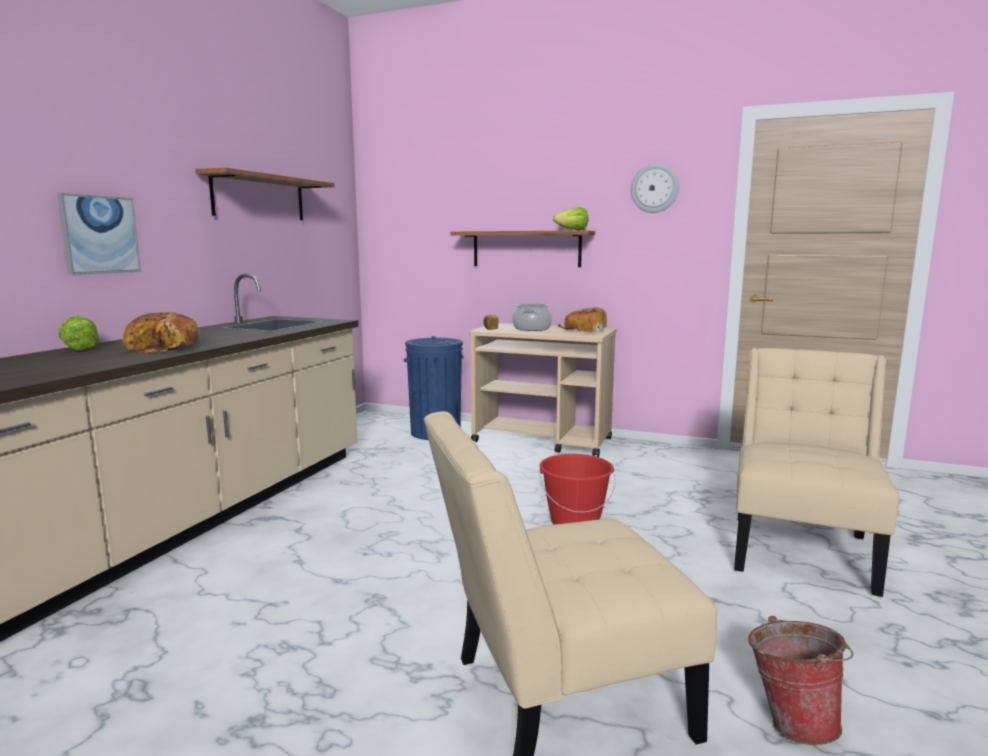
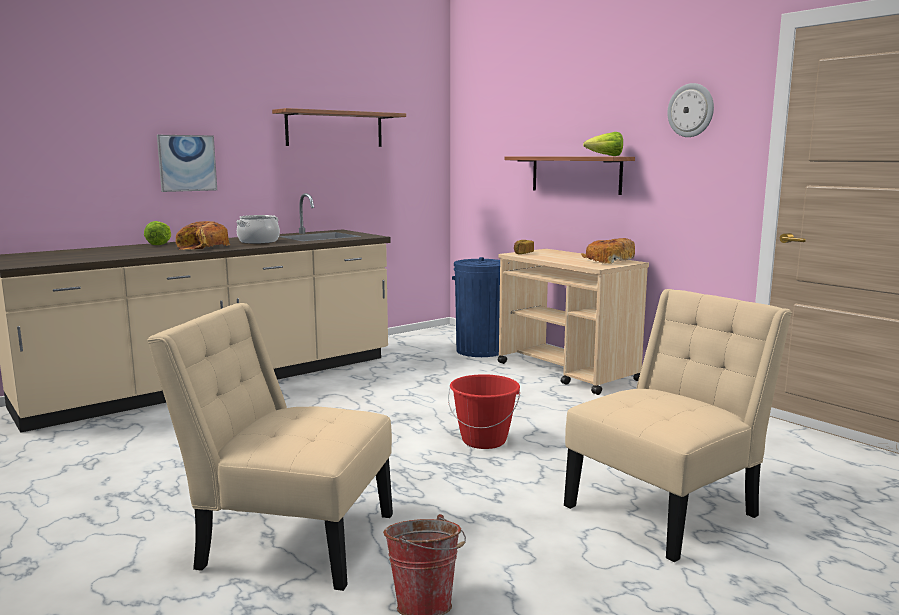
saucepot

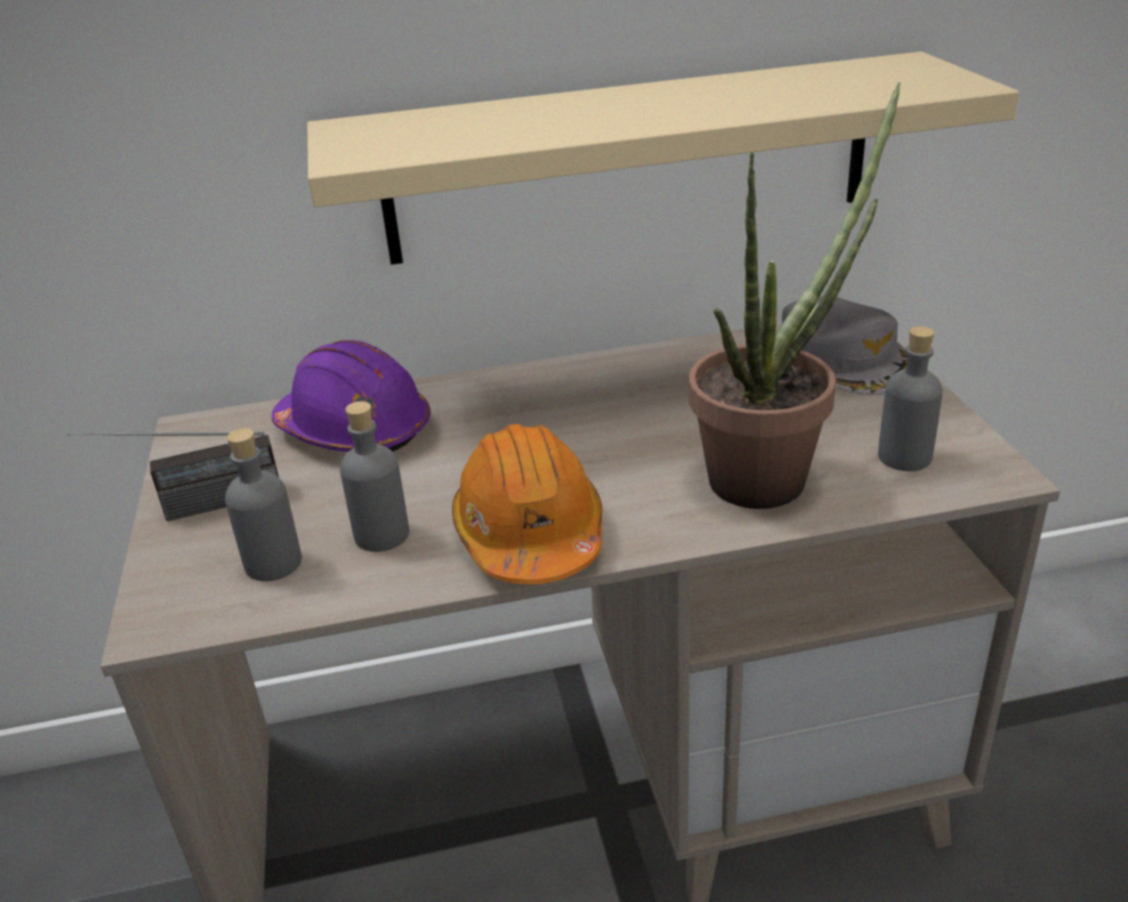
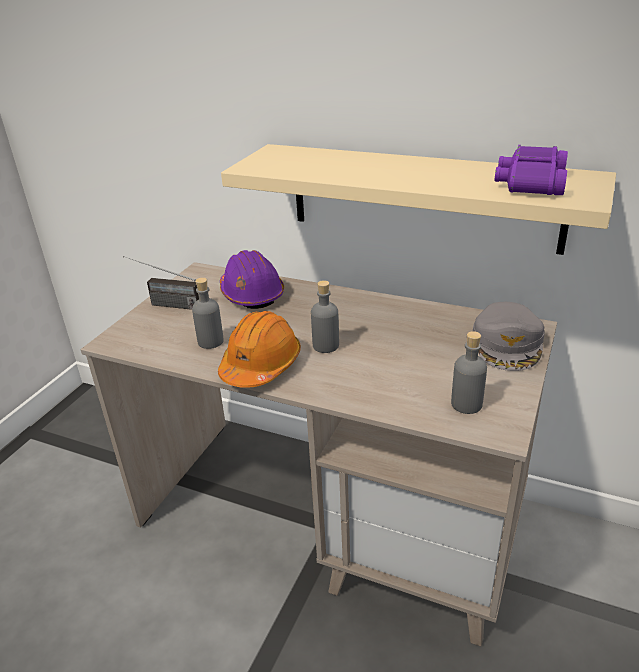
potted plant
greyish drink bottle (no. 2 from left)
purplish pair of binoculars

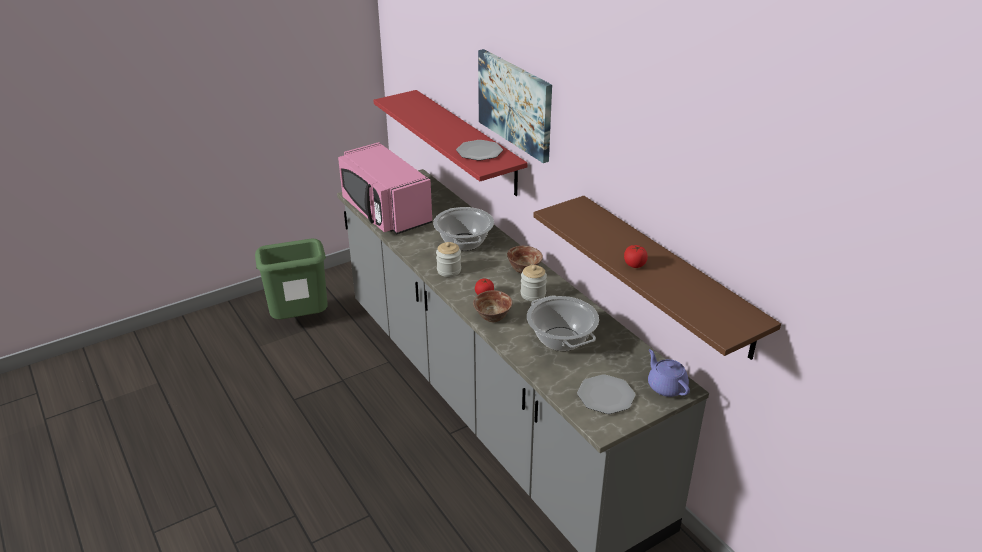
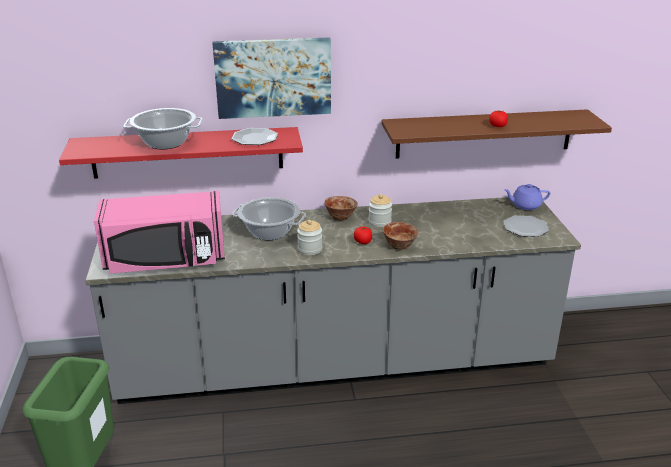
saucepot (no. 1 from left)

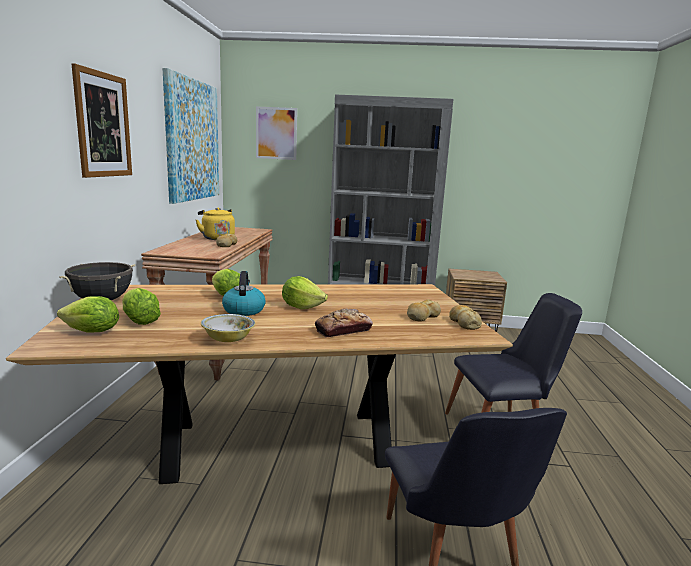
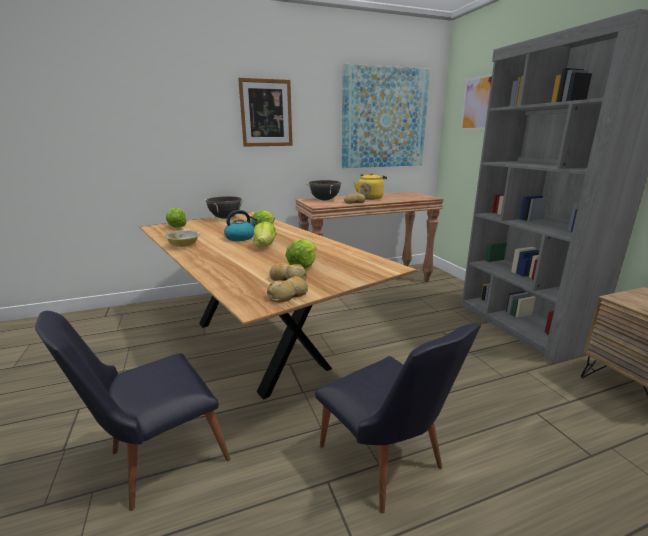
head of lettuce (no. 4 from left)
baked bread (no. 2 from left in the first image)
black-coloured saucepot (no. 2 from left)

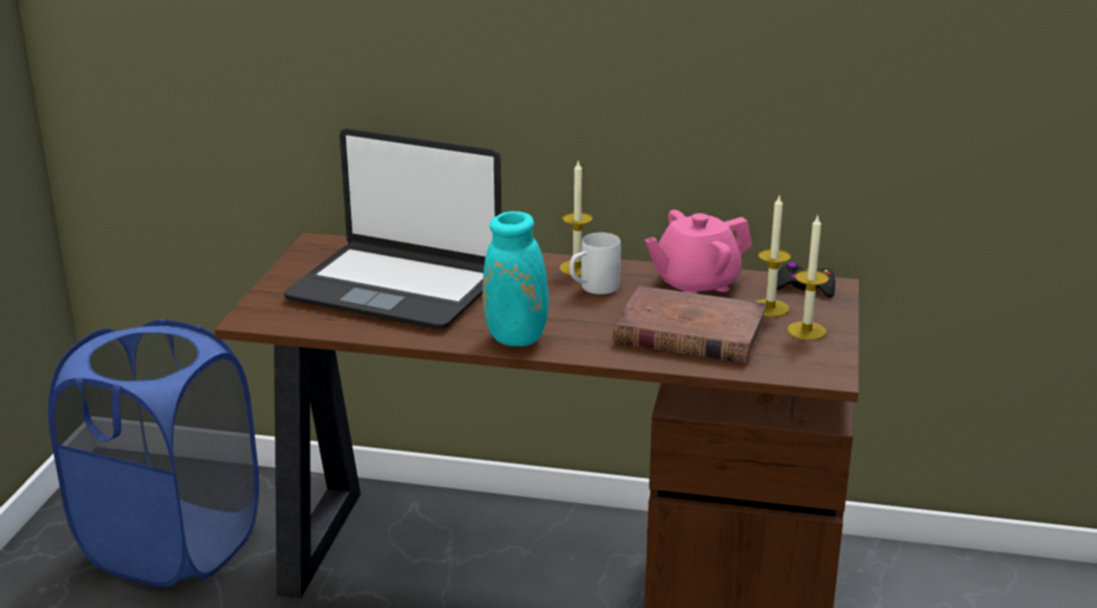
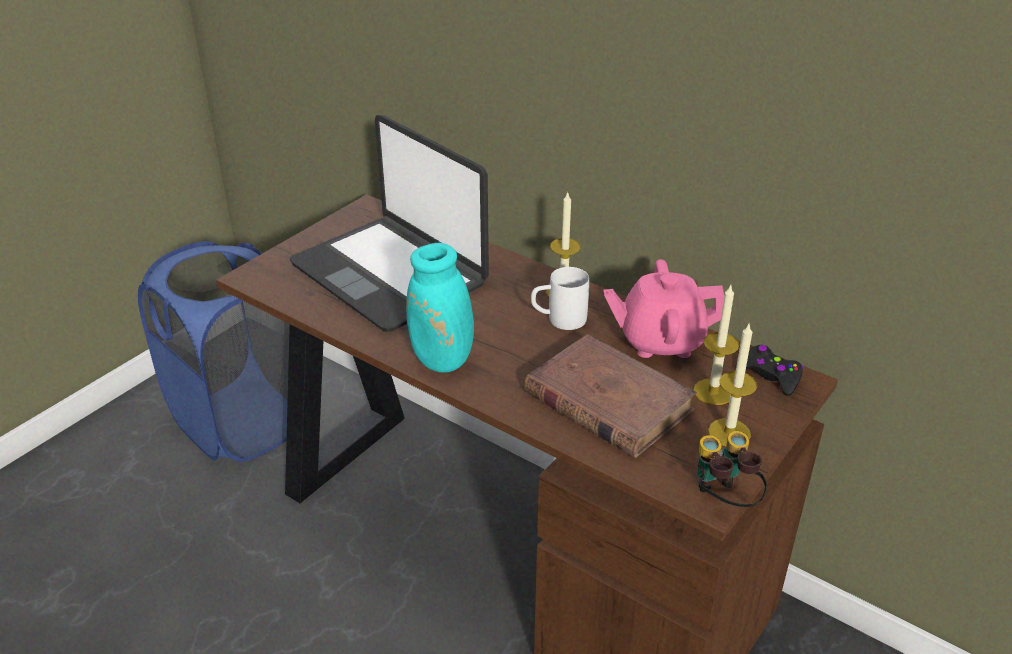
pair of binoculars

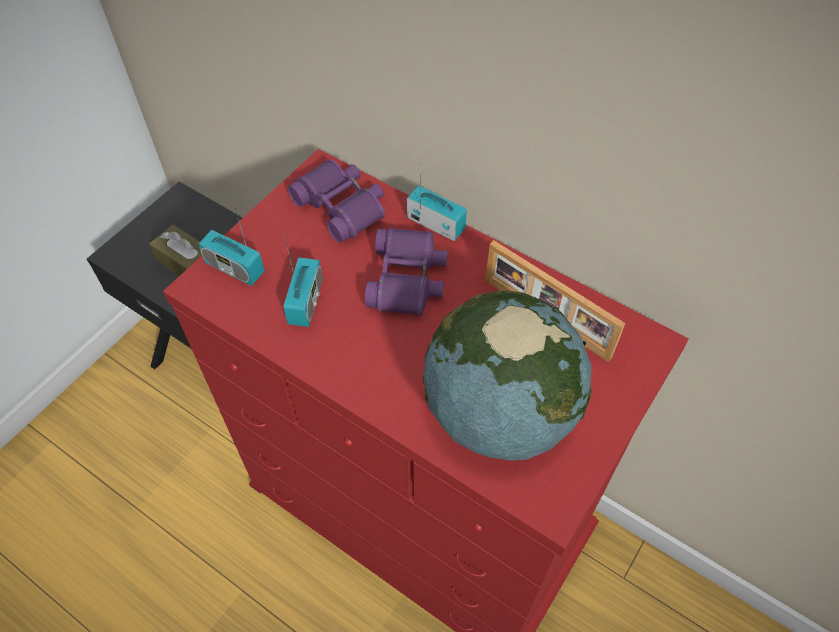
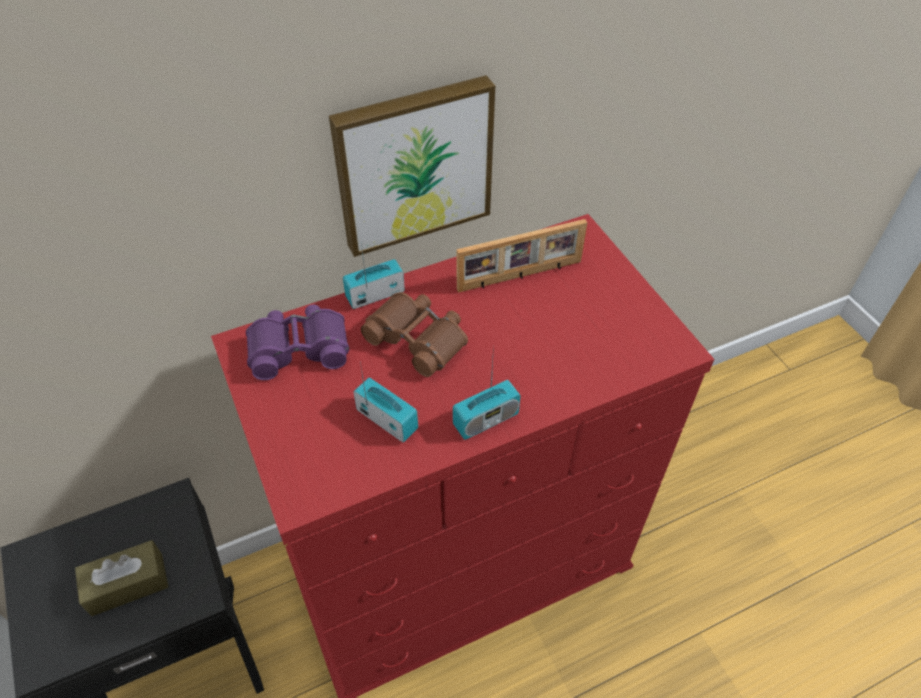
radio receiver (no. 3 from left)
brownish pair of binoculars
globe
wall picture

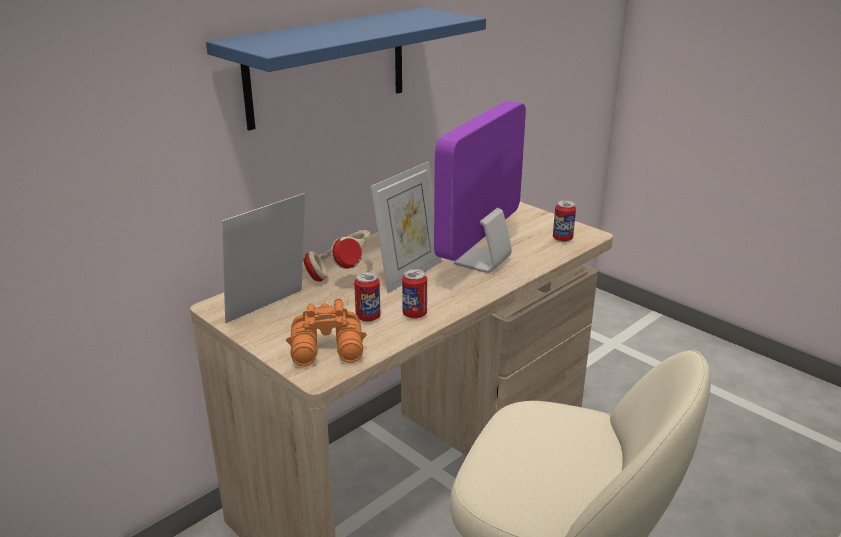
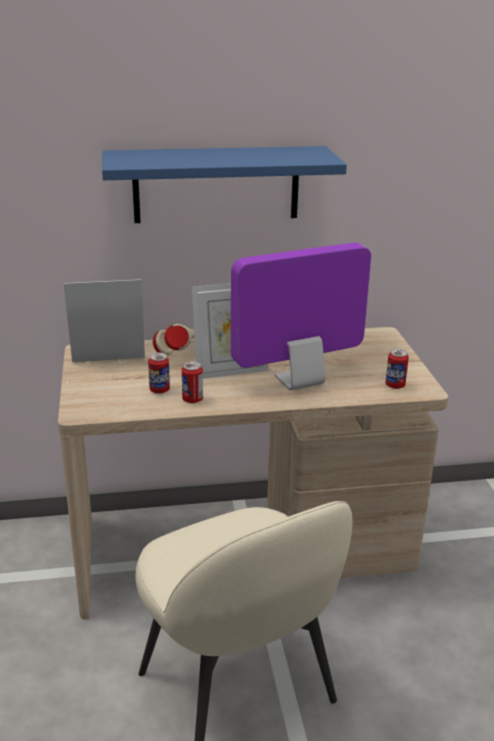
orange pair of binoculars

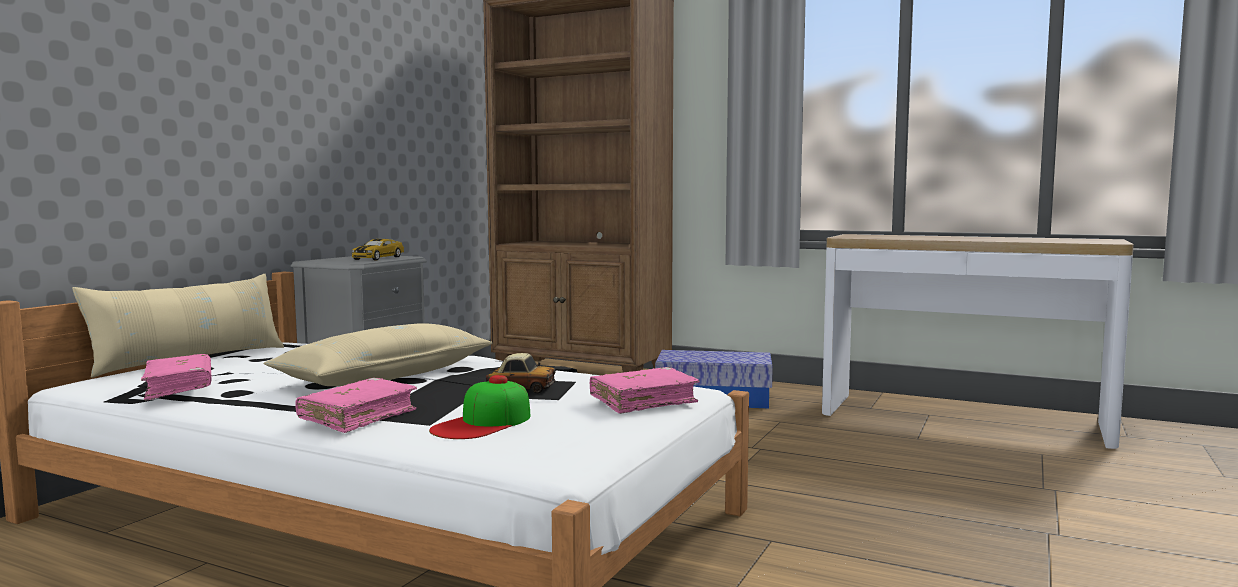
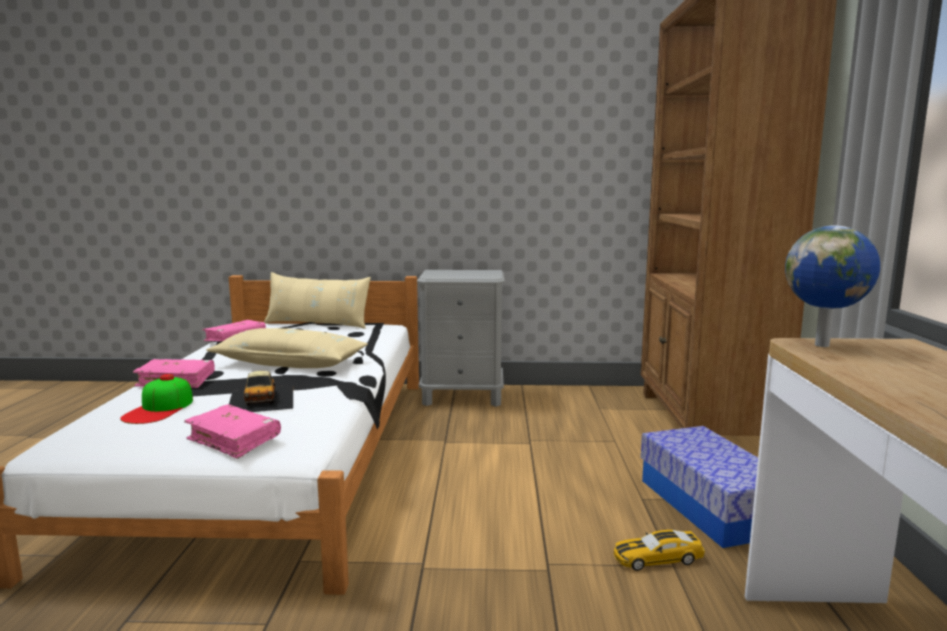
model car (no. 2 from left)
peaked cap
globe

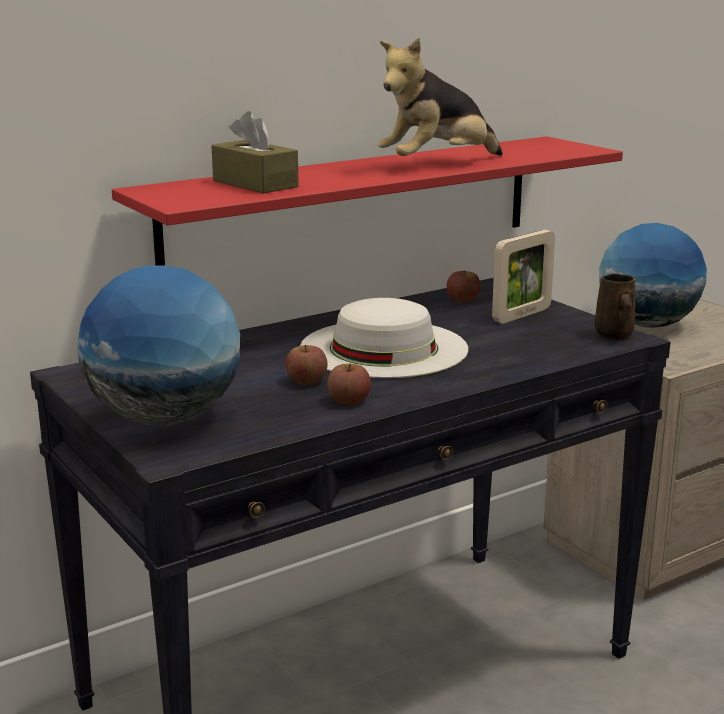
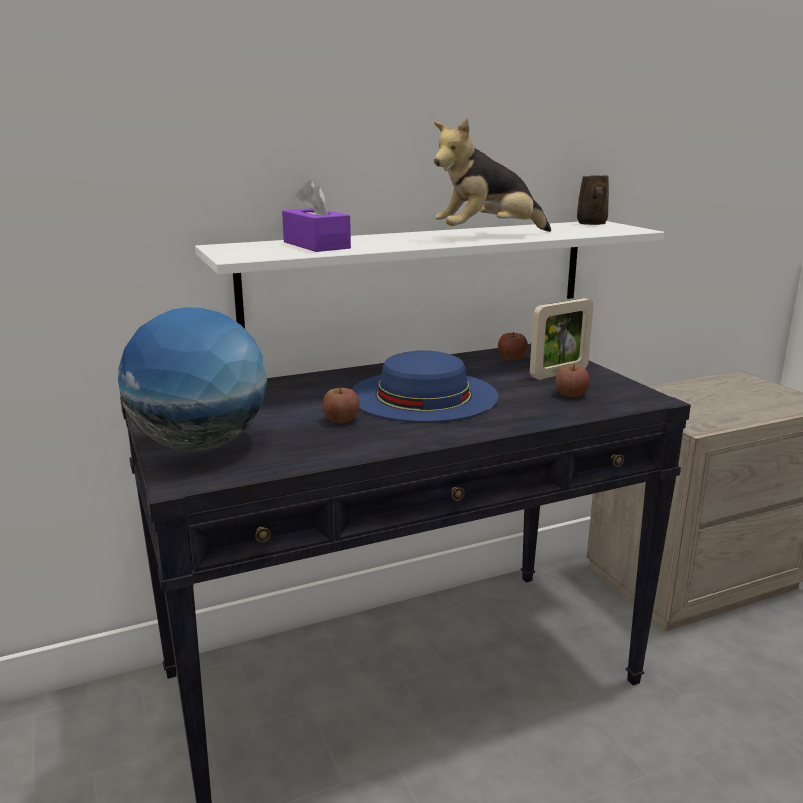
purplish box of tissues
white-coloured shelf
globe (no. 2 from left in the first image)
brownish mug
bluish clothing hat
apple fruit (no. 3 from left)

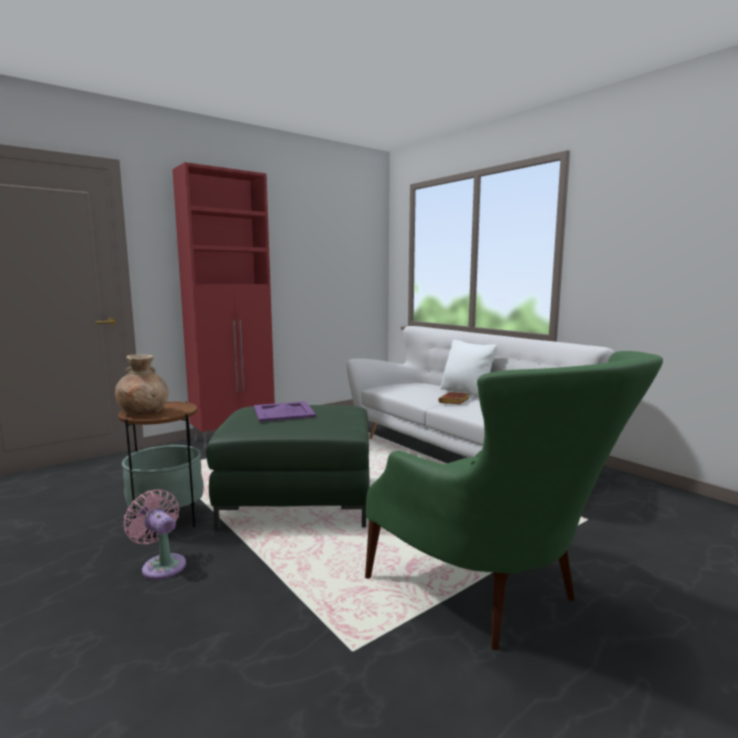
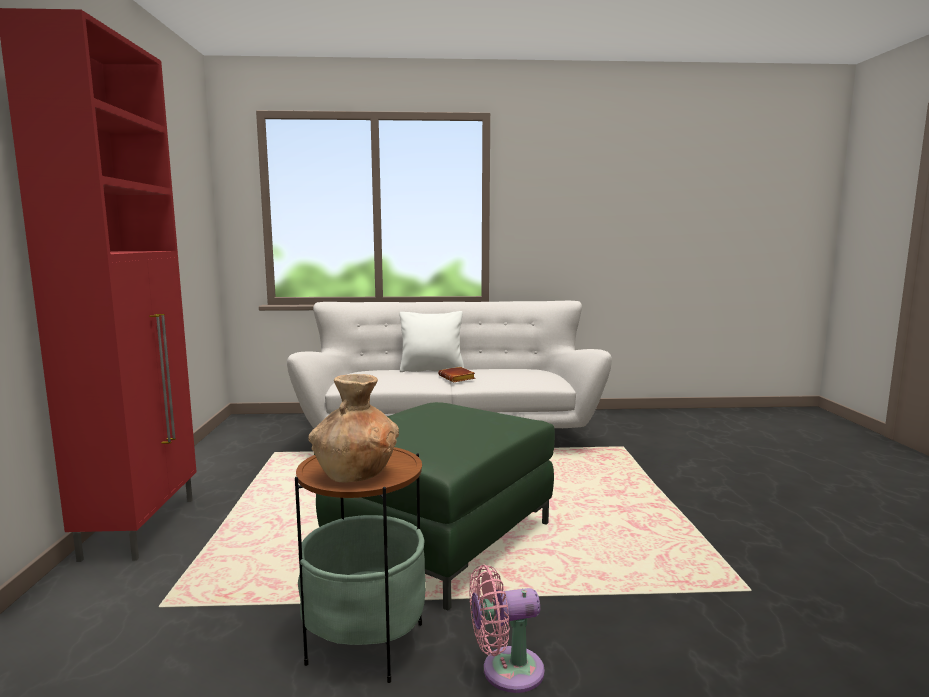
greenish lounge chair
purplish serving tray

